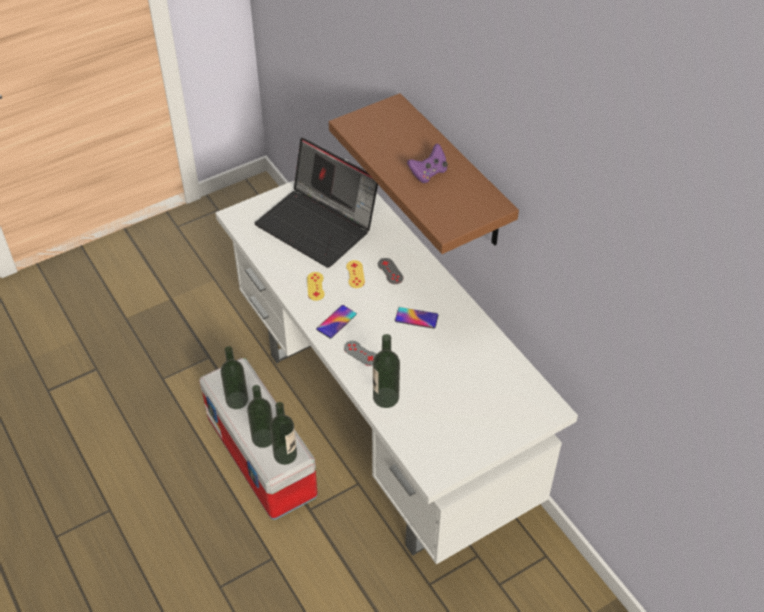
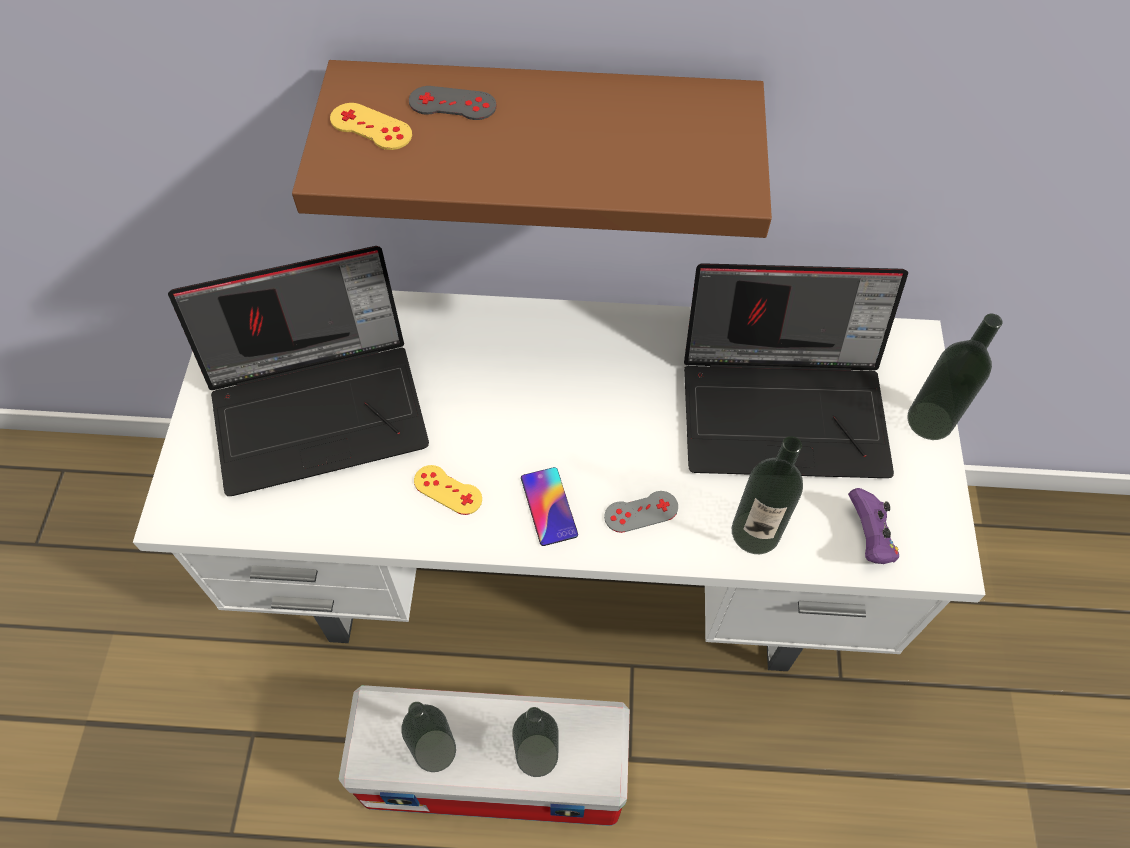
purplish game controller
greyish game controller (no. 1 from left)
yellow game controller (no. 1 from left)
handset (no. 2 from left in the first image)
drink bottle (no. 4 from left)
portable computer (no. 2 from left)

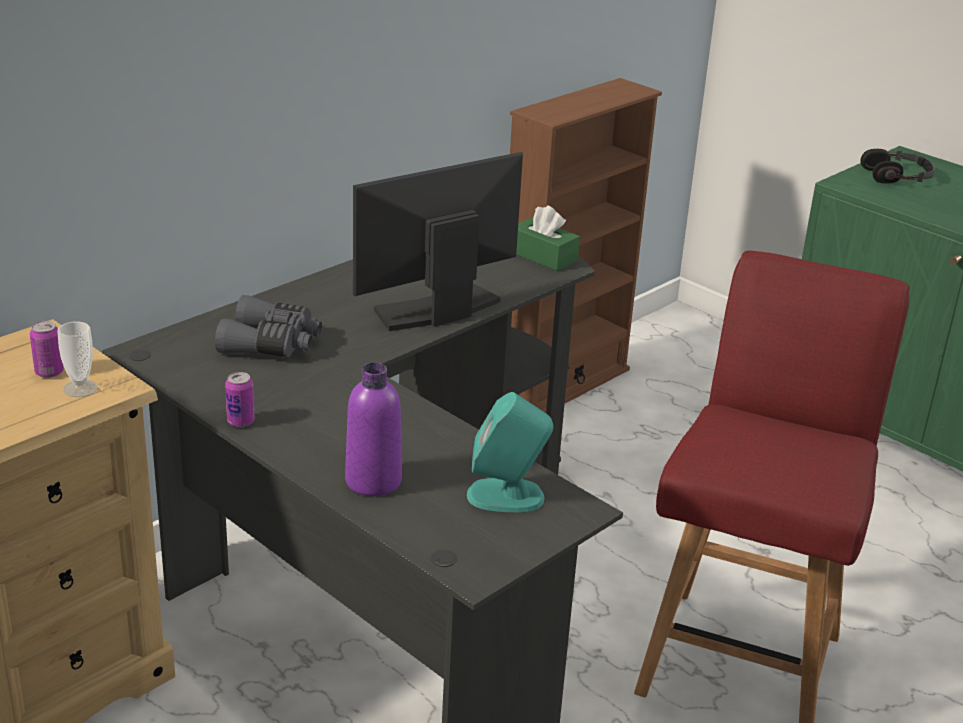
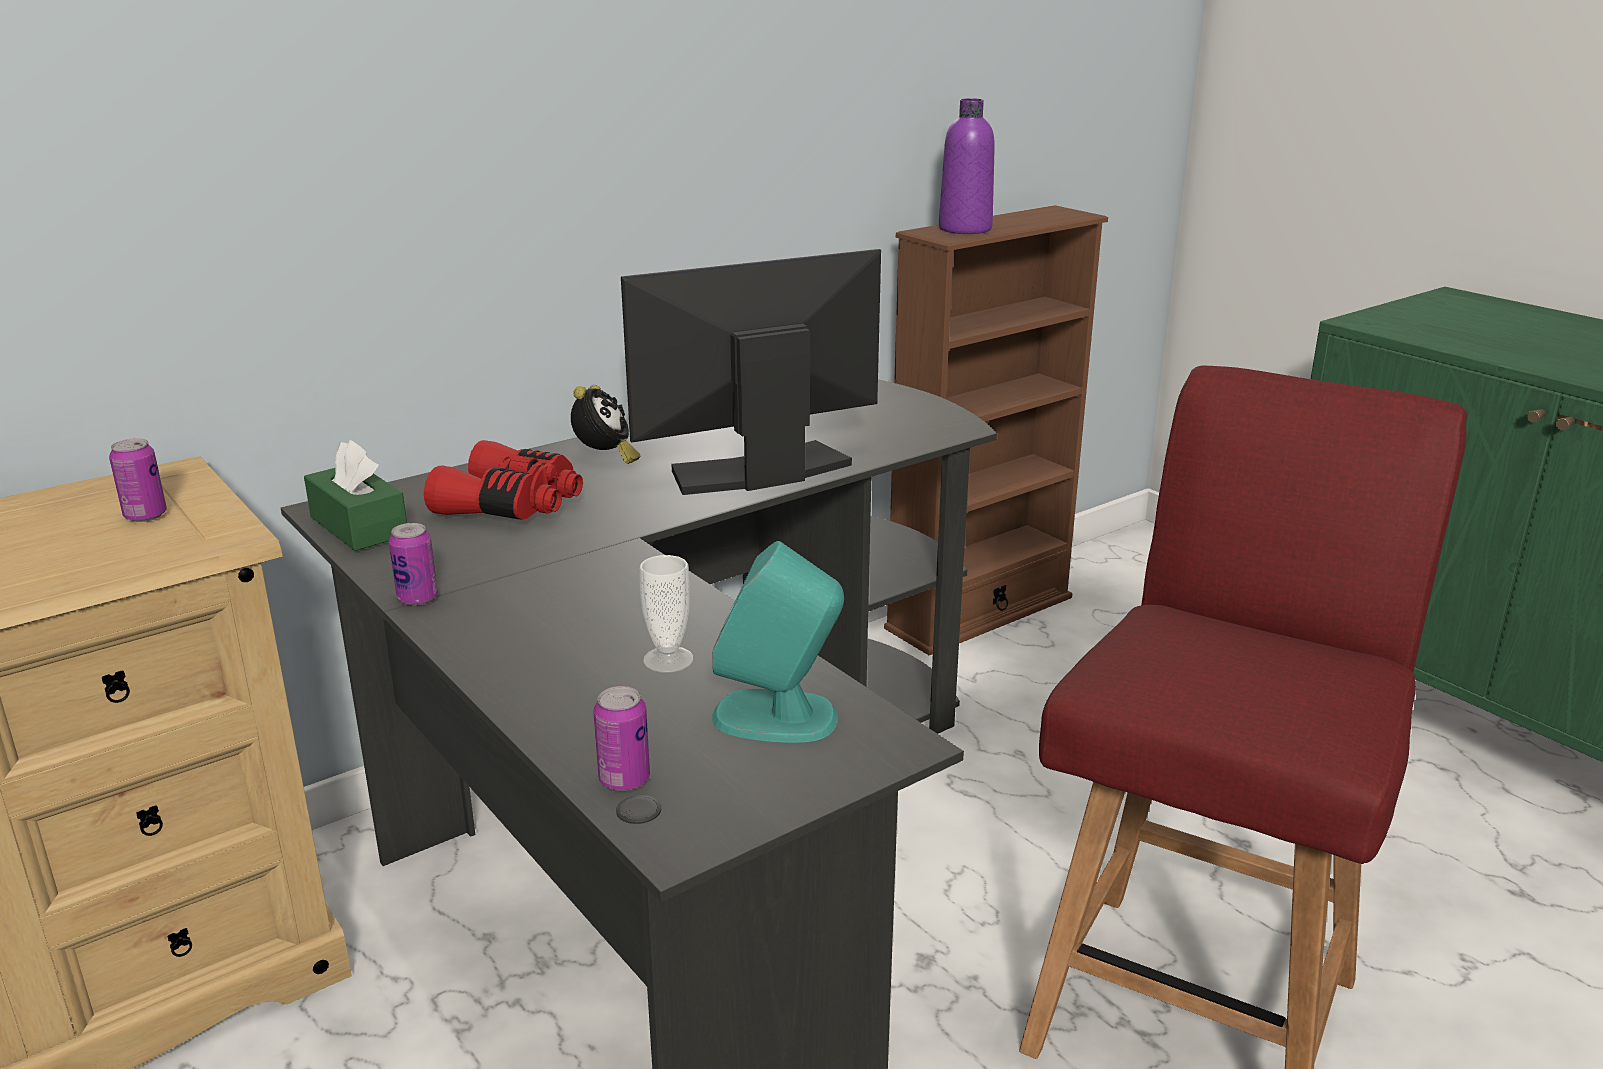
headphones
greenish box of tissues
red-coloured pair of binoculars
drinking cup
purplish drink bottle
table clock
metal can (no. 3 from left)

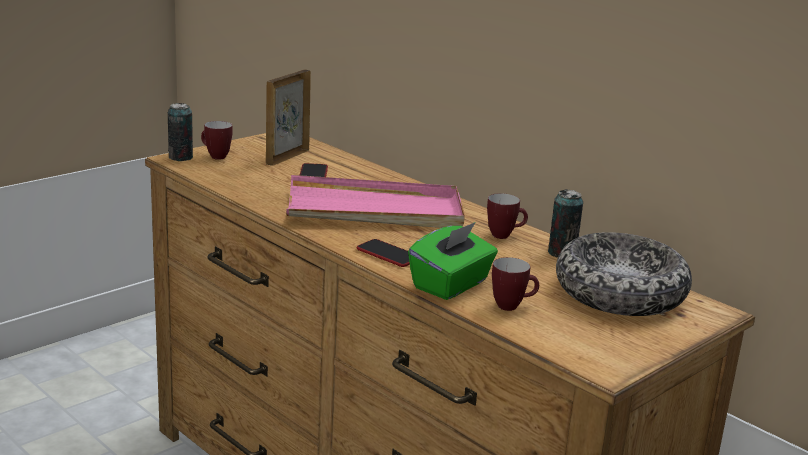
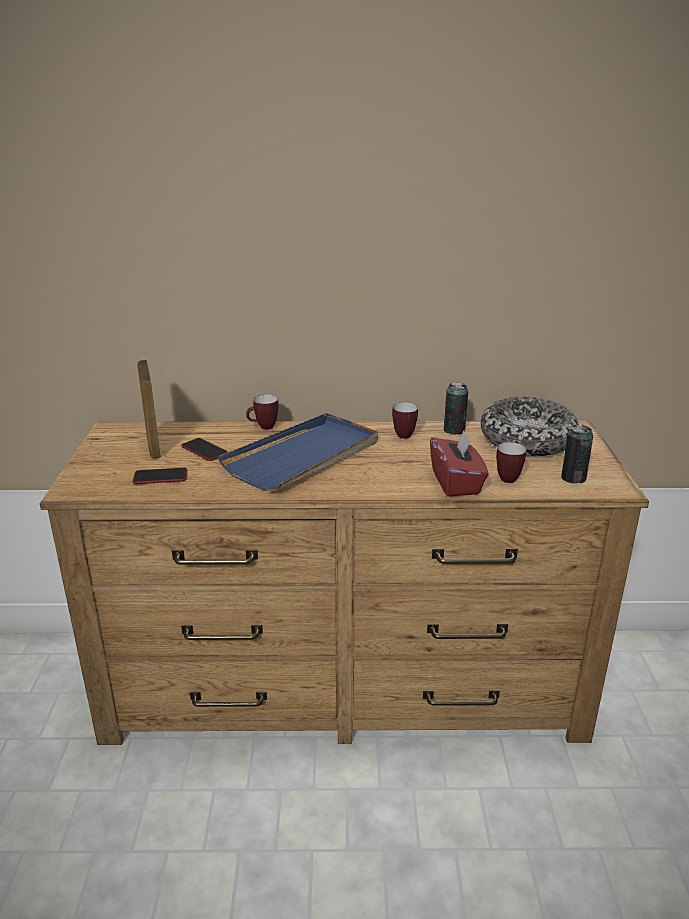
metal can (no. 2 from left)
mug (no. 1 from left)
bluish serving tray
red-coloured box of tissues
handset (no. 1 from left)

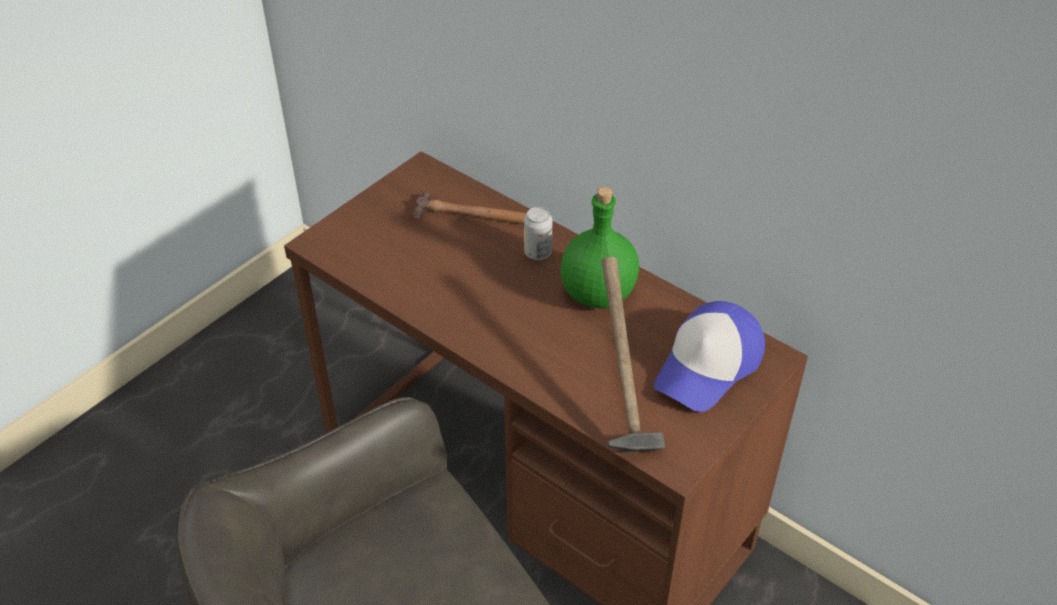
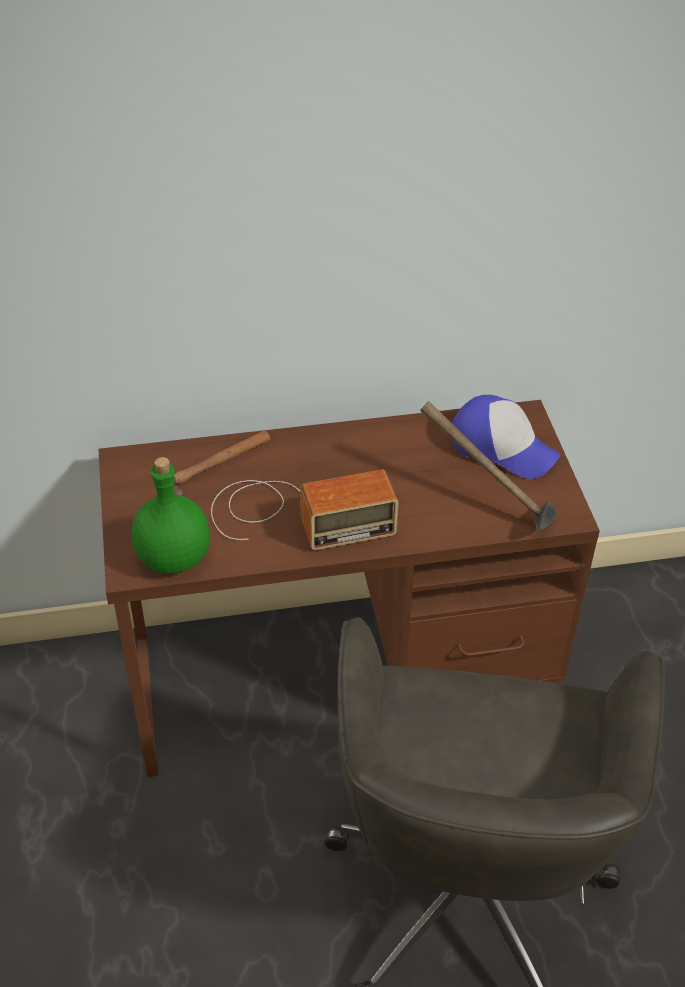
greenish drink bottle
metal can
peaked cap
radio receiver

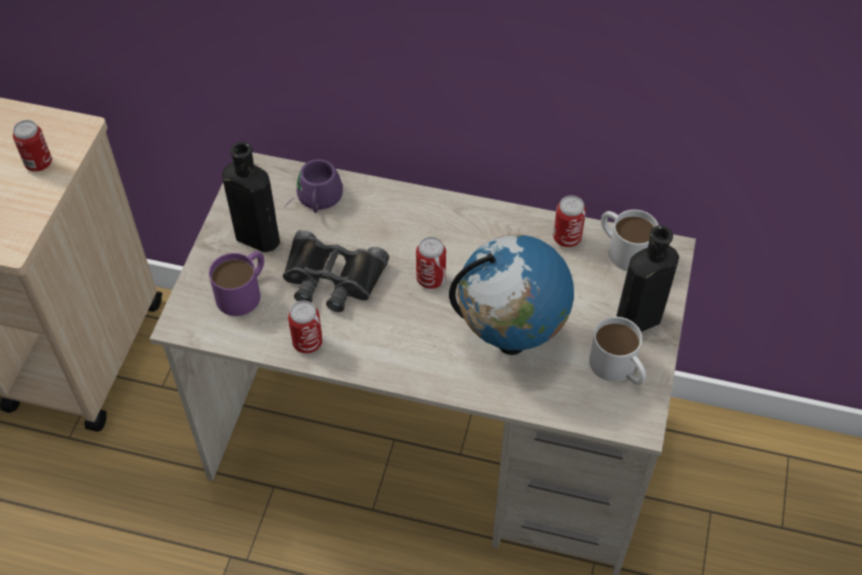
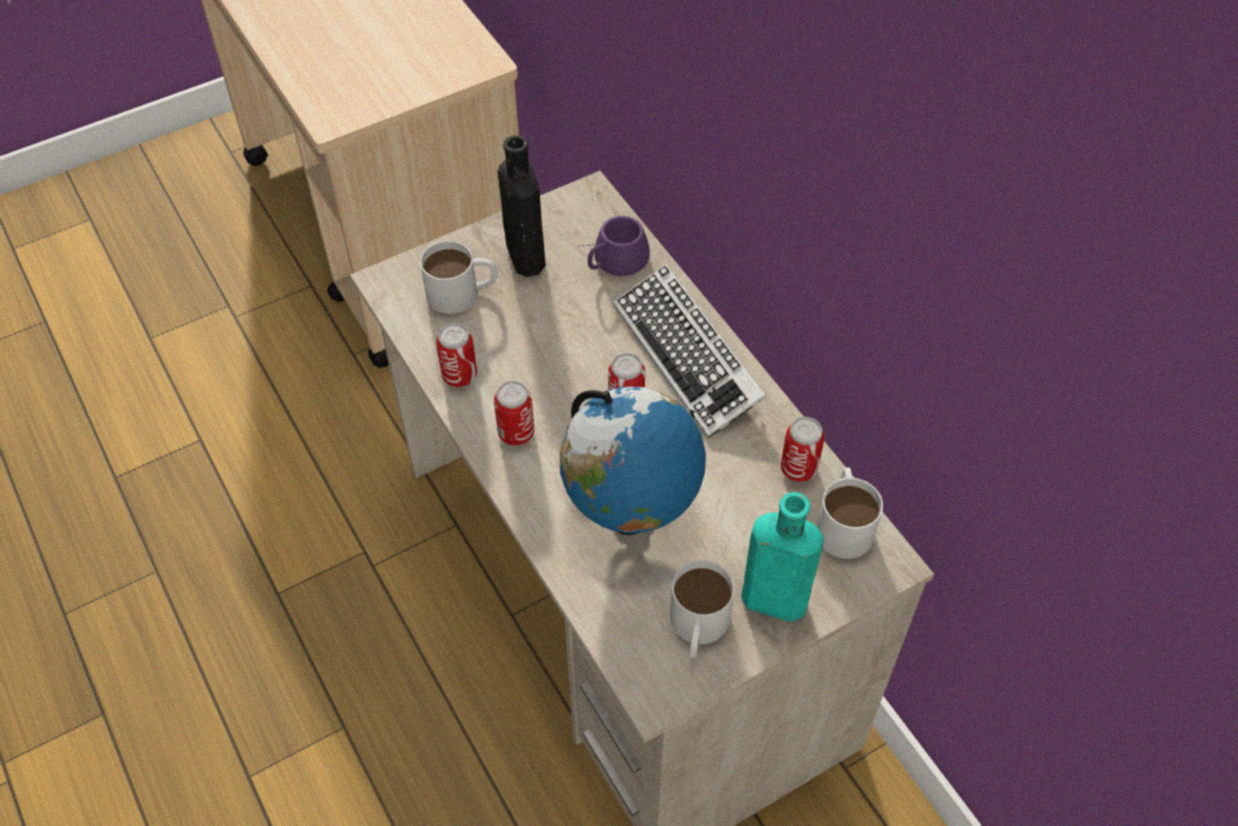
metal can (no. 2 from left)
blue-green drink bottle
black-coloured pair of binoculars
white-coloured mug (no. 1 from left)
keyboard

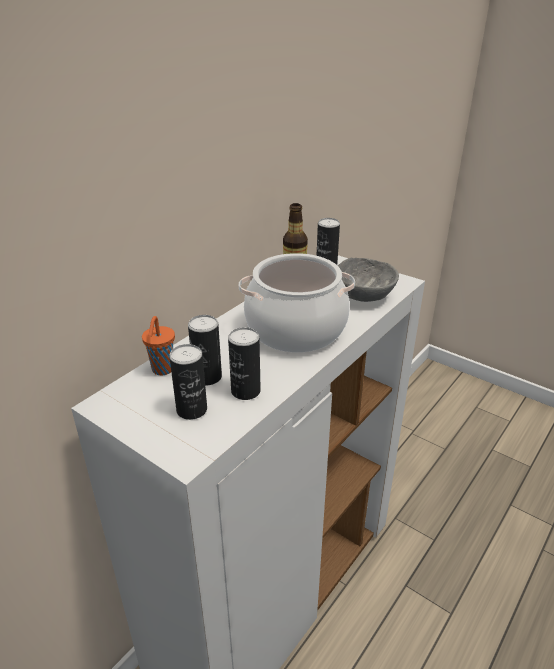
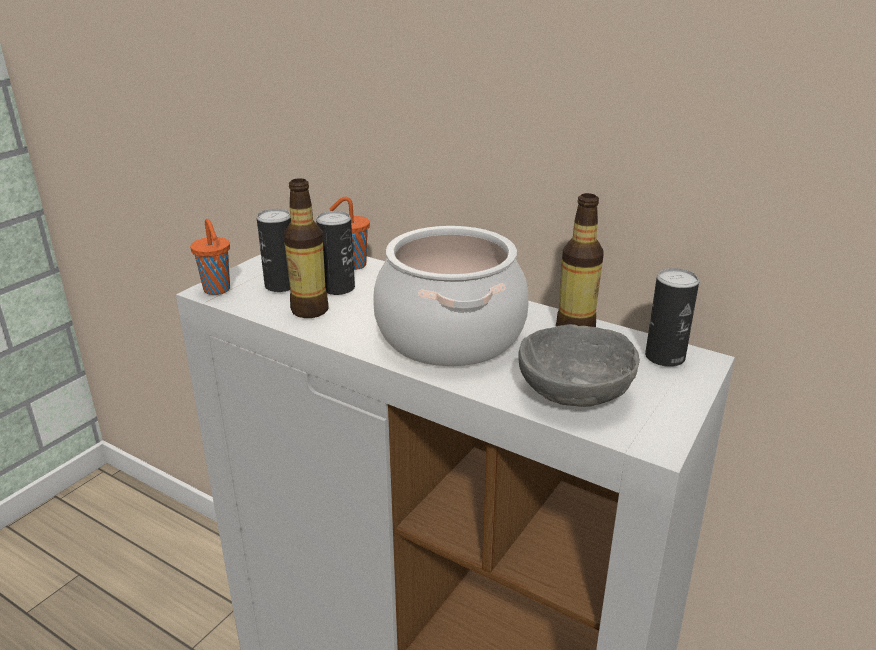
drink bottle (no. 1 from left)
orange drinking cup (no. 1 from left)

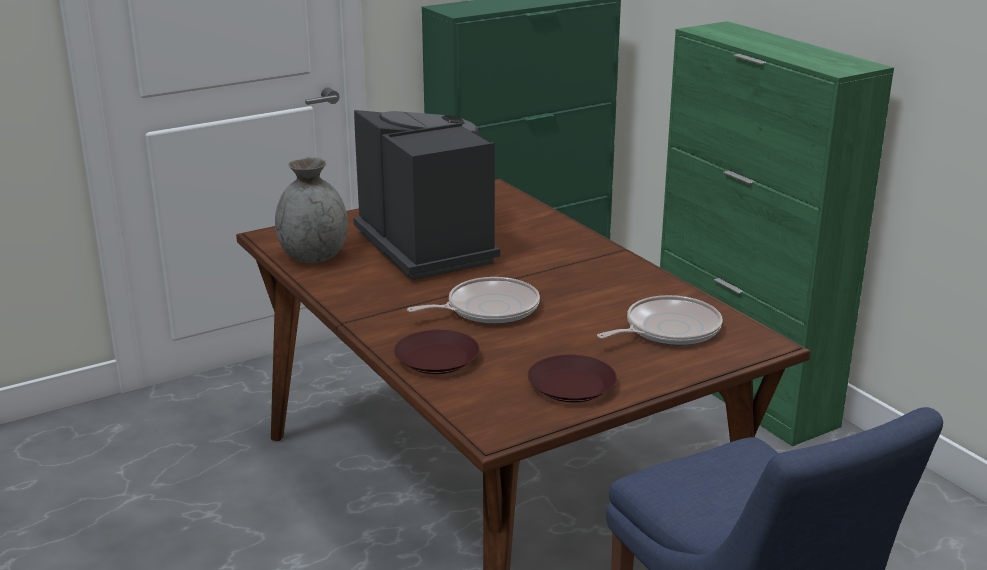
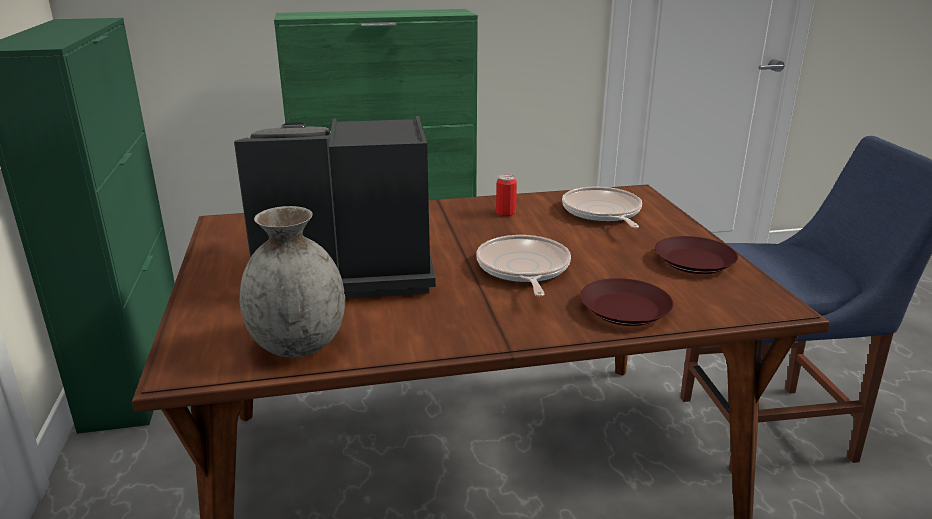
metal can

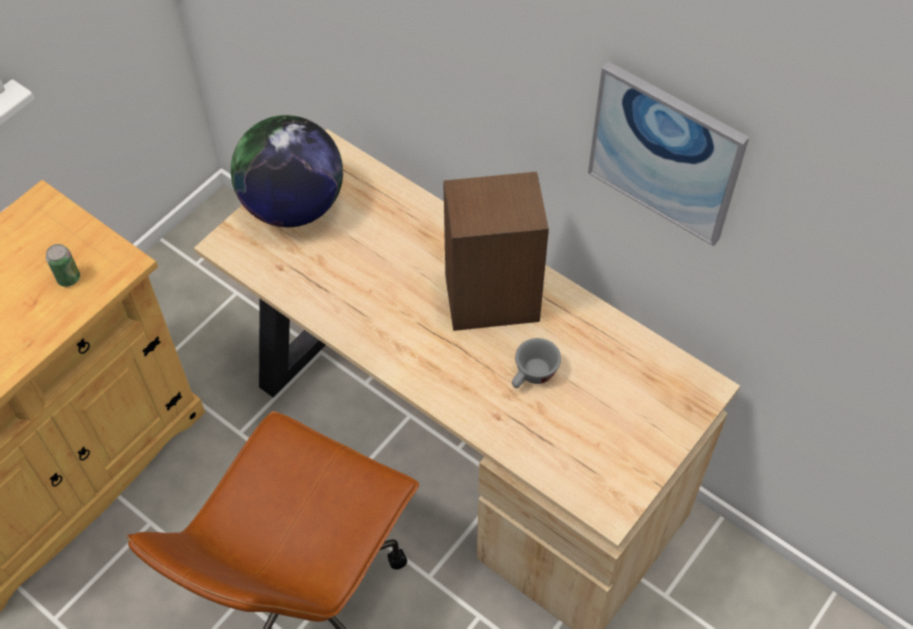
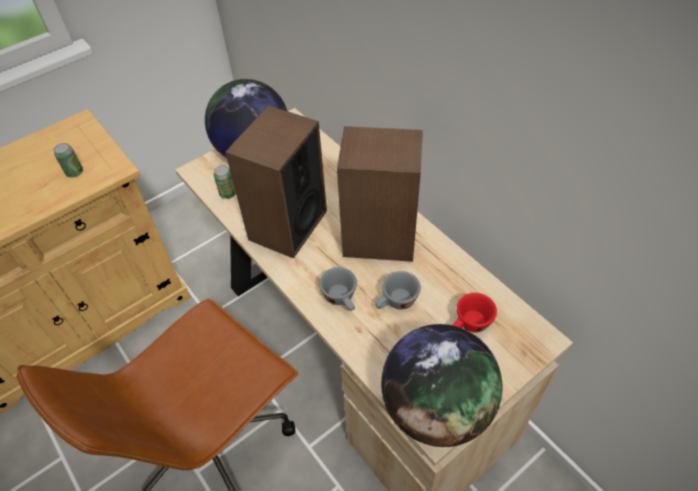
wall picture
audio speaker (no. 1 from left)
metal can (no. 2 from left)
greyish drinking cup (no. 1 from left)
red-coloured drinking cup
globe (no. 2 from left)

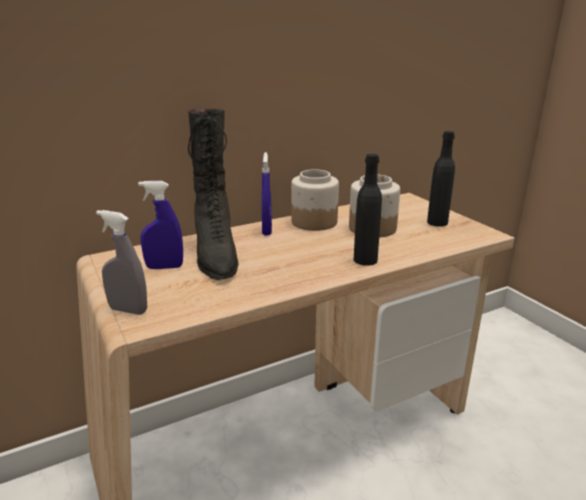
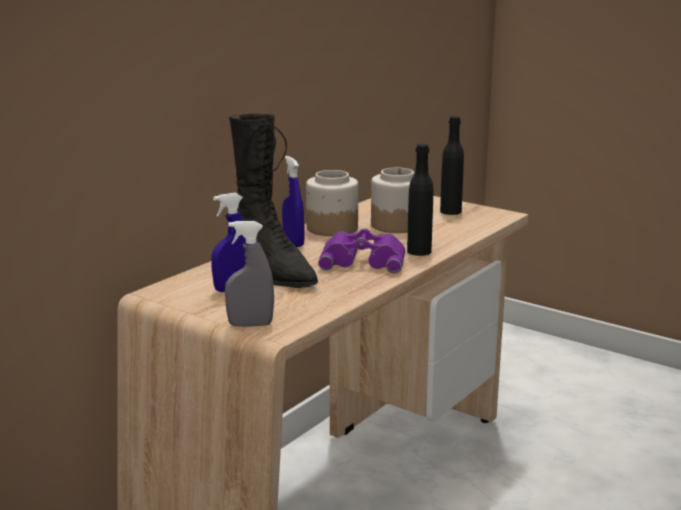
purplish pair of binoculars

